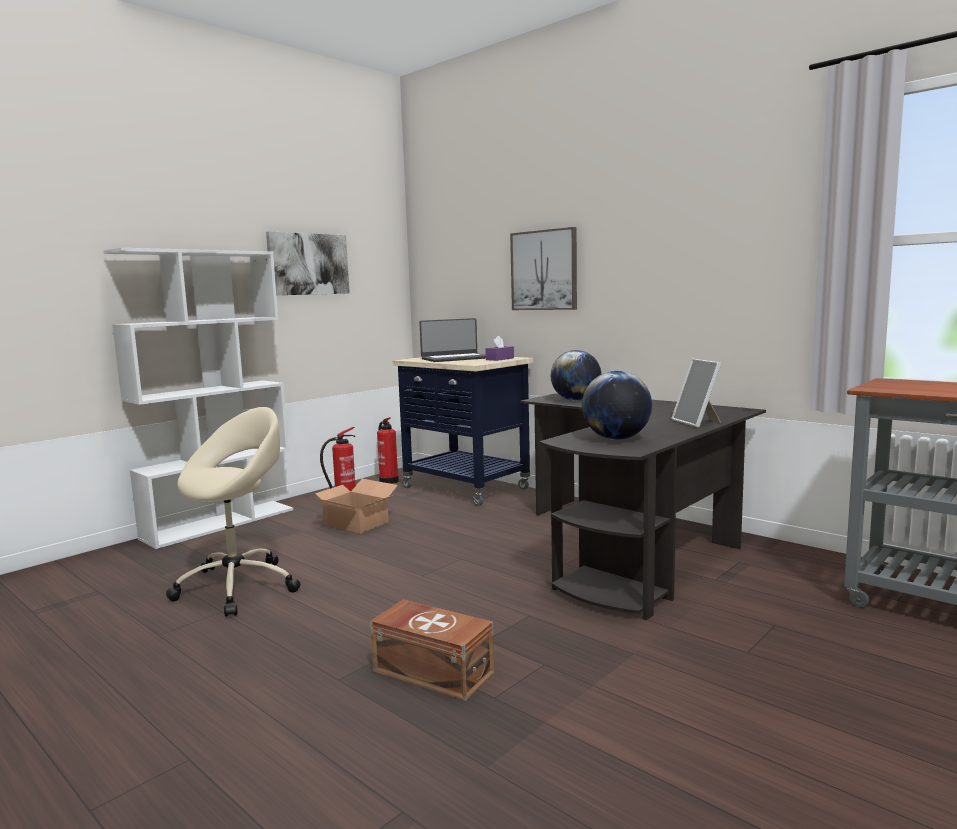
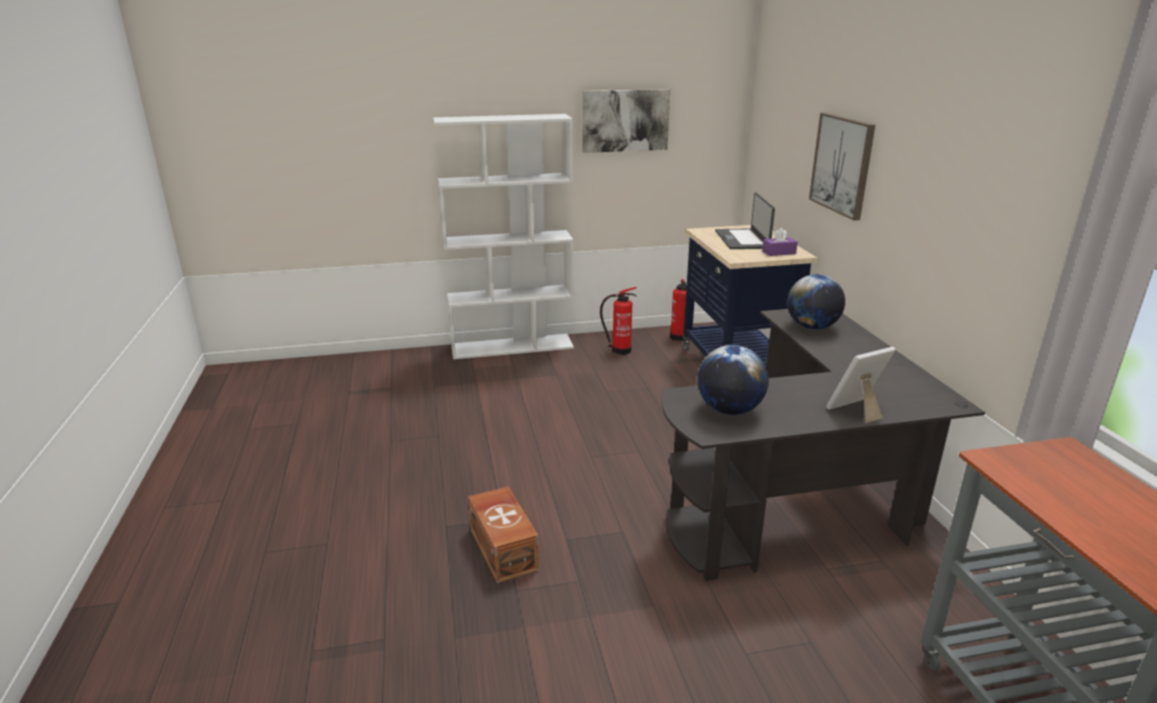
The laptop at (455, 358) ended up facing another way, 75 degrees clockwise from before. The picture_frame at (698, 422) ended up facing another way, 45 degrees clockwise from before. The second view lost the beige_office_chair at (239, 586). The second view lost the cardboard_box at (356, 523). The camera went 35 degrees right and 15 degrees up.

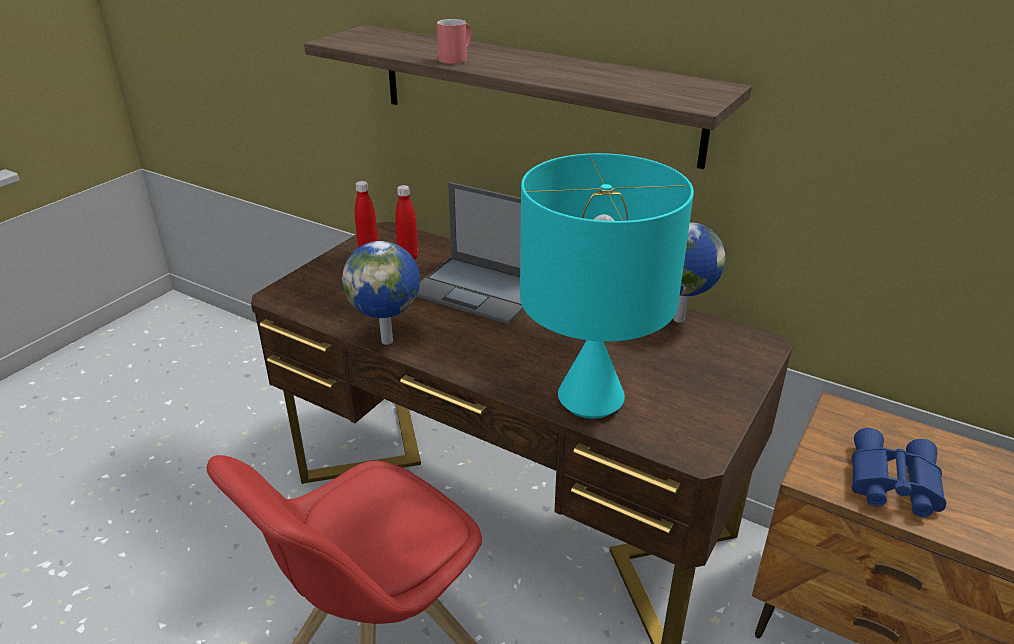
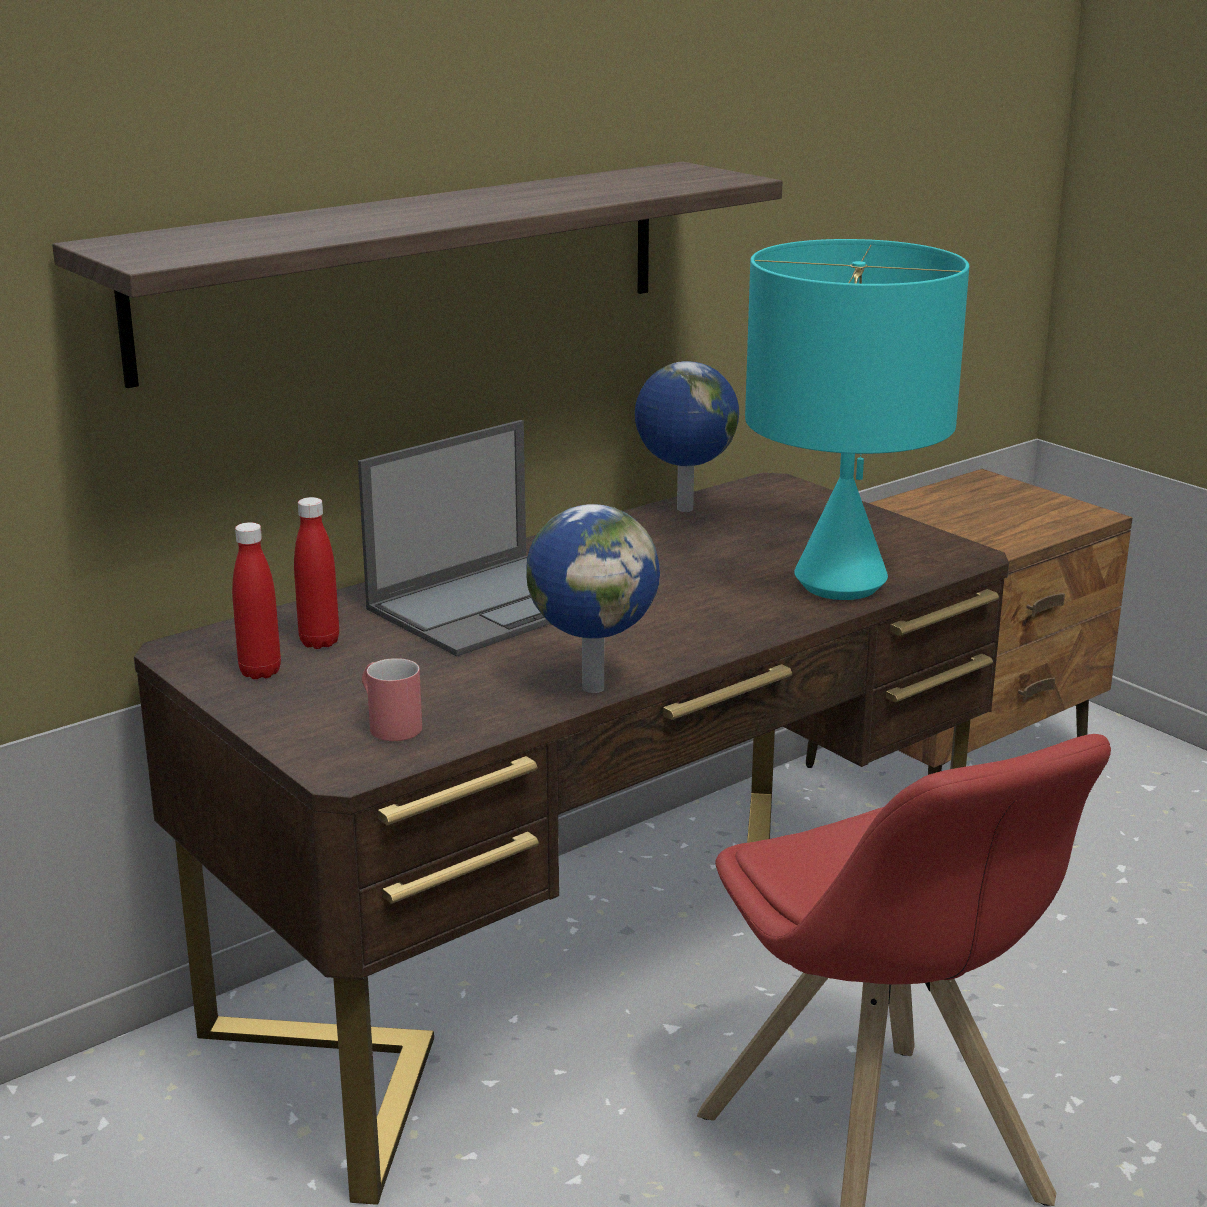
The red_mug ended up elsewhere, having gone from (457, 58) to (389, 724). The second view lost the blue_binoculars at (891, 483). The camera went 70 degrees left and 10 degrees down.

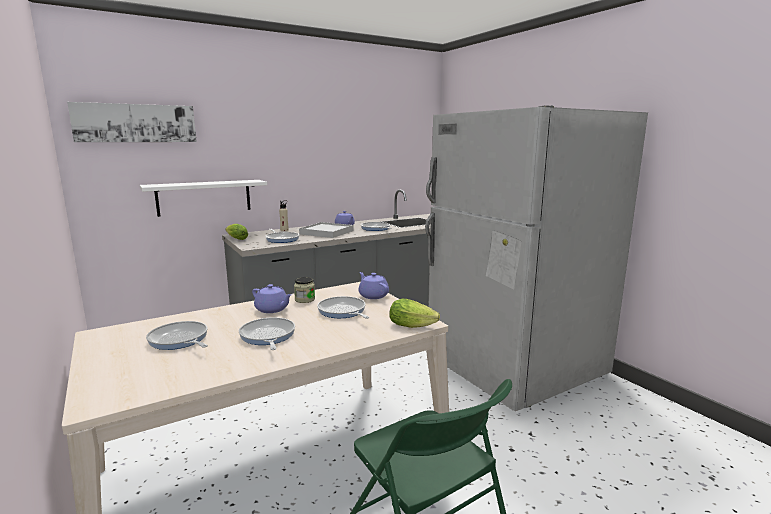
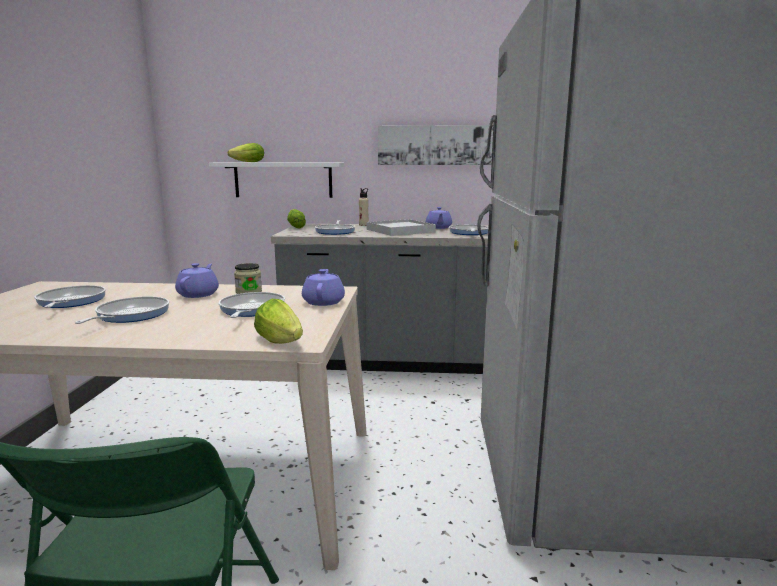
The picture ended up elsewhere, having gone from (136, 123) to (434, 145). The purple_teapot at (272, 309) ended up facing another way, 150 degrees counterclockwise from before. The second view gained the lettuce at (246, 162). The camera went 35 degrees right and 0 degrees up.

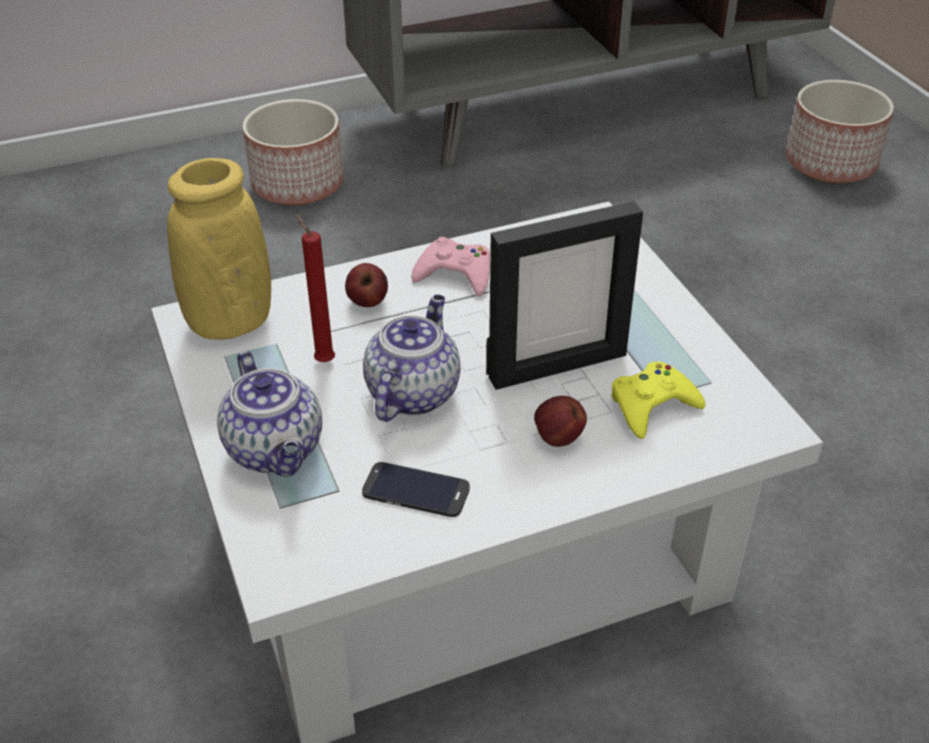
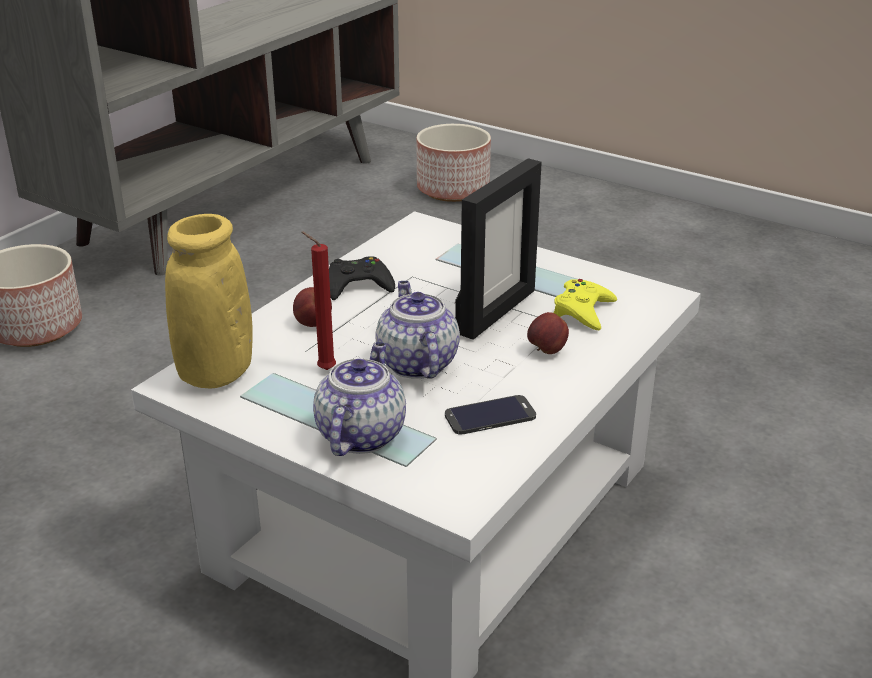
What was the pink_game_controller at (455, 274) turned into the black_game_controller at (358, 285). The teapot at (276, 451) ended up facing another way, 105 degrees counterclockwise from before. The camera went 35 degrees left and 10 degrees down.

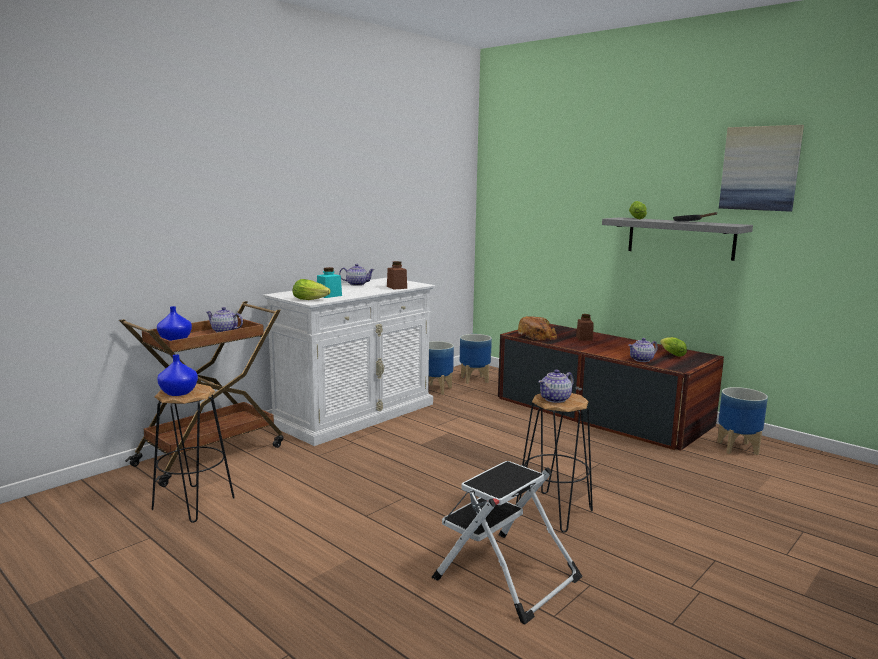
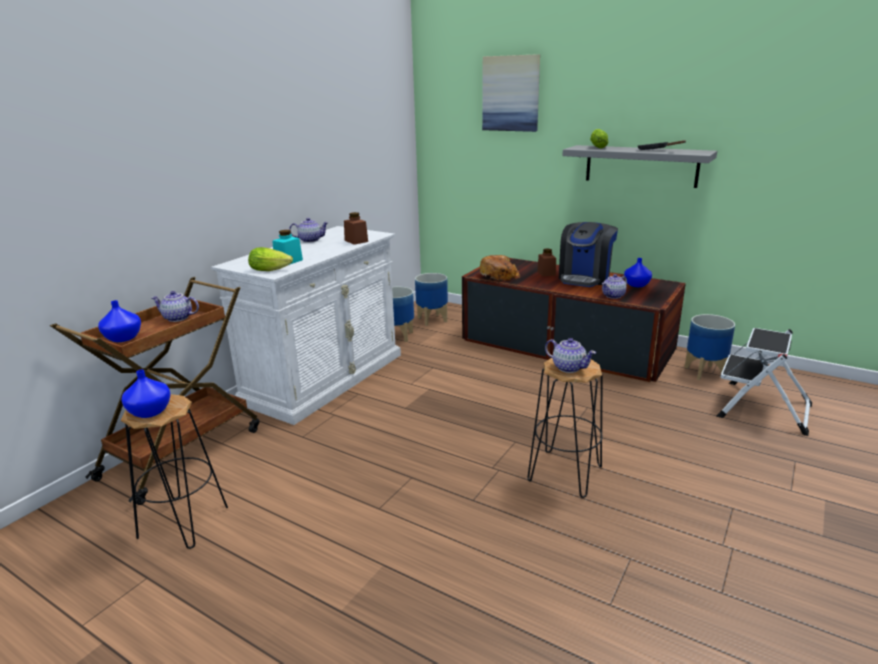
The picture ended up elsewhere, having gone from (760, 168) to (511, 93). Where the lettuce stood at (671, 354), the blue_vase came to stand at (636, 285). The teapot at (555, 399) ended up facing another way, 90 degrees counterclockwise from before. The step_ladder ended up elsewhere, having gone from (506, 574) to (762, 407). The second view gained the coffee_machine at (585, 278). The camera went 10 degrees left and 10 degrees up.

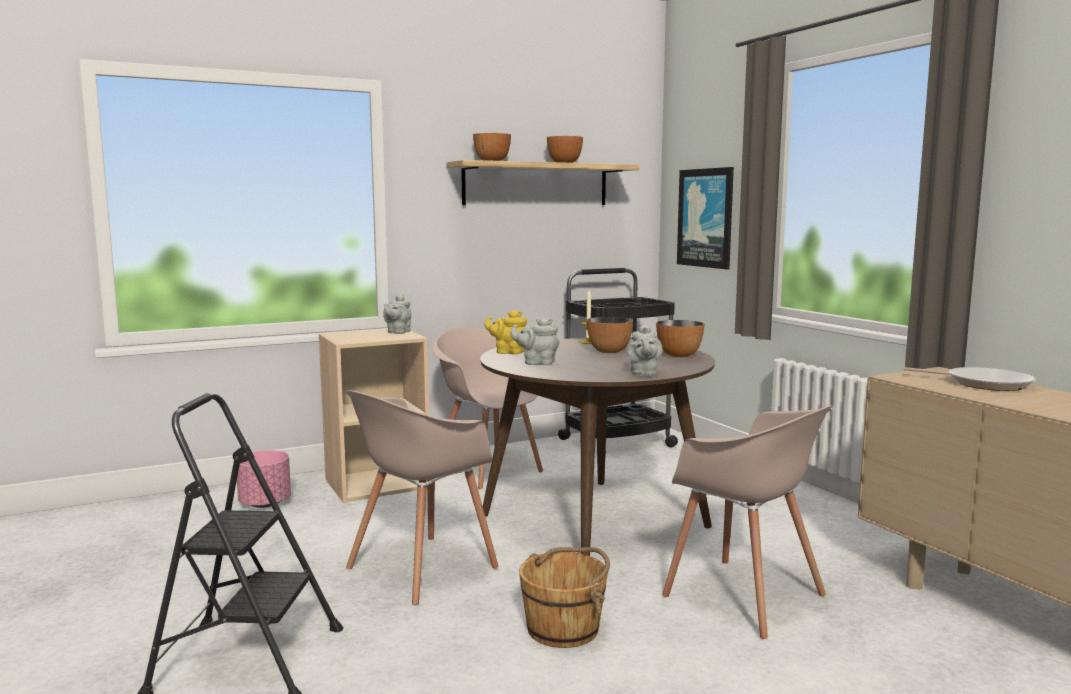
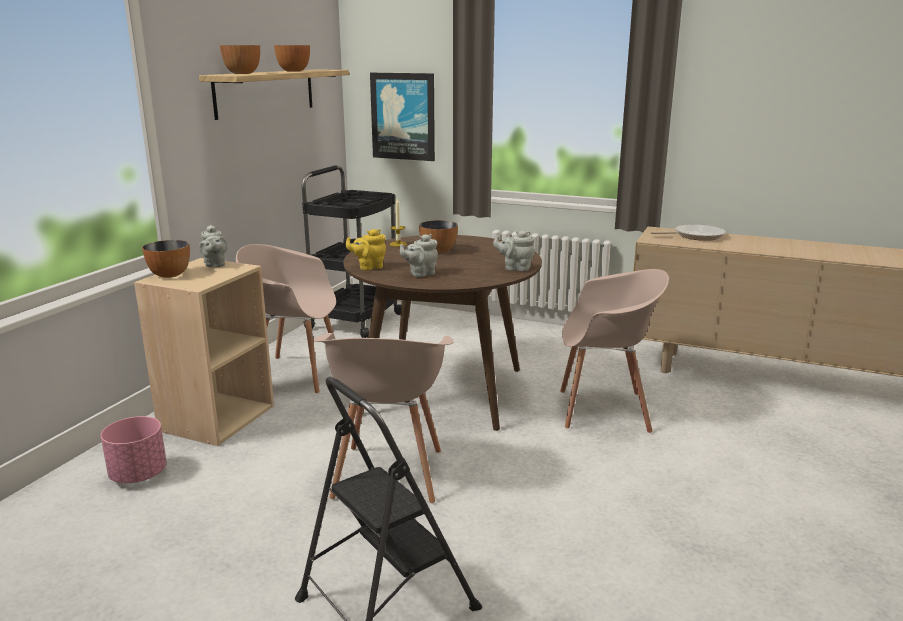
The bowl ended up elsewhere, having gone from (678, 355) to (169, 275). The grey_teapot at (643, 374) ended up facing another way, 135 degrees clockwise from before. The second view lost the brown_bucket at (564, 628). The camera went 40 degrees left and 10 degrees up.

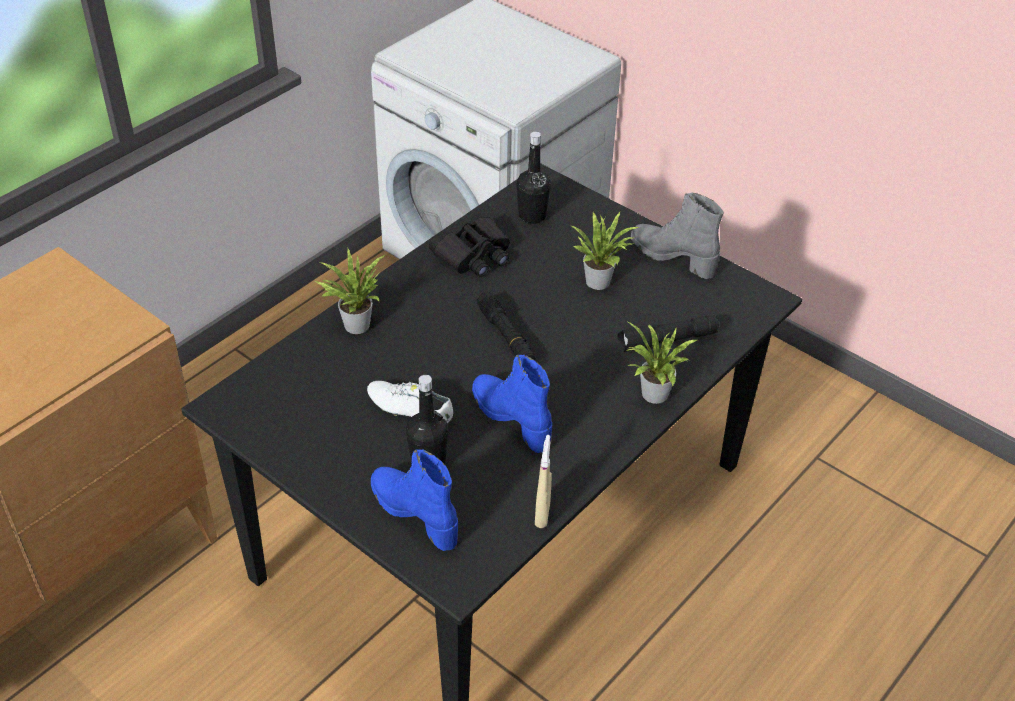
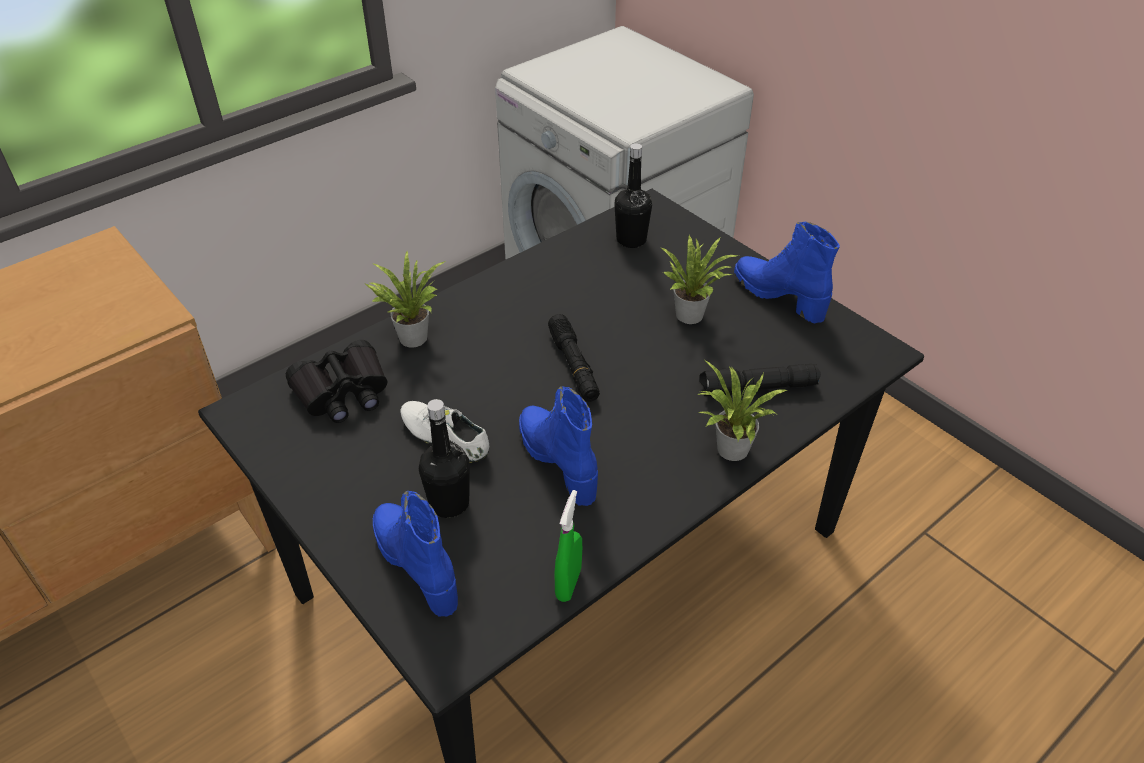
What was the grey_boot at (673, 257) turned into the blue_boot at (779, 296). The black_binoculars ended up elsewhere, having gone from (473, 255) to (342, 392). What was the beige_spray_bottle at (542, 514) turned into the green_spray_bottle at (568, 583). The camera went 10 degrees right and 0 degrees up.

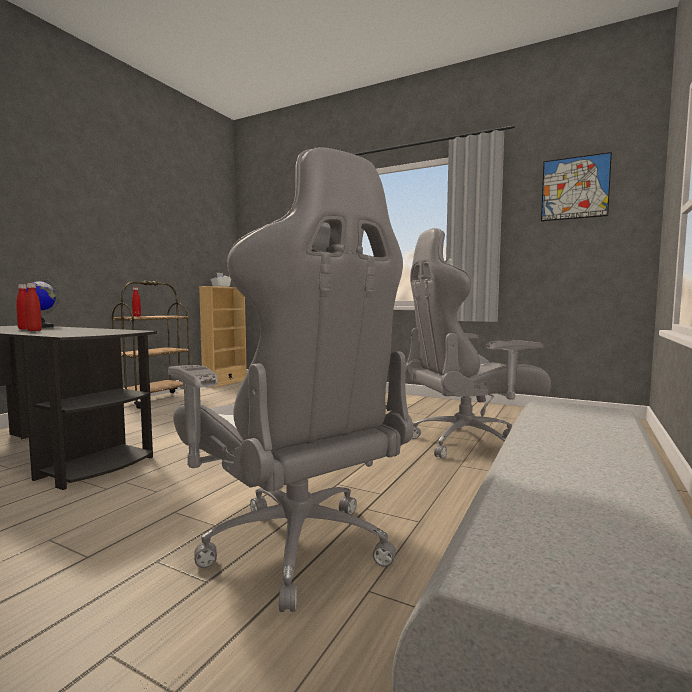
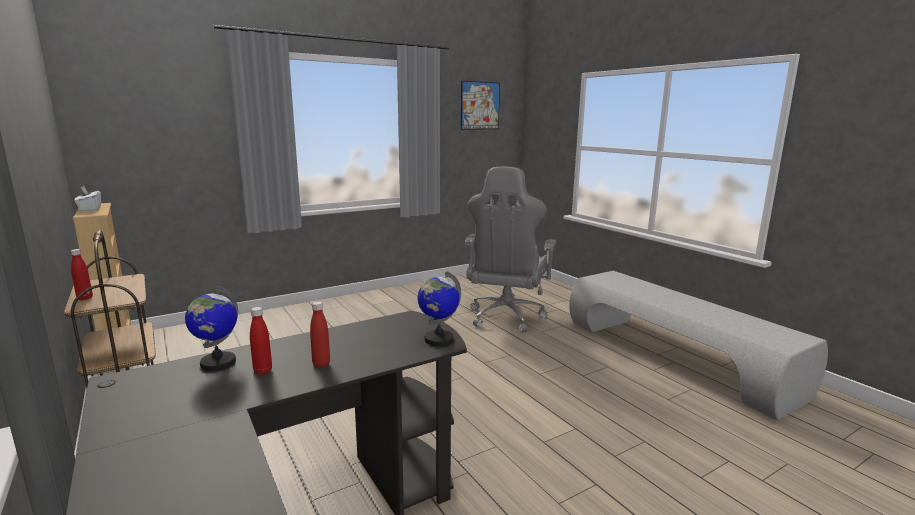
The second view lost the grey_office_chair at (291, 542). The second view gained the globe at (438, 339). The camera went 60 degrees left and 10 degrees up.

